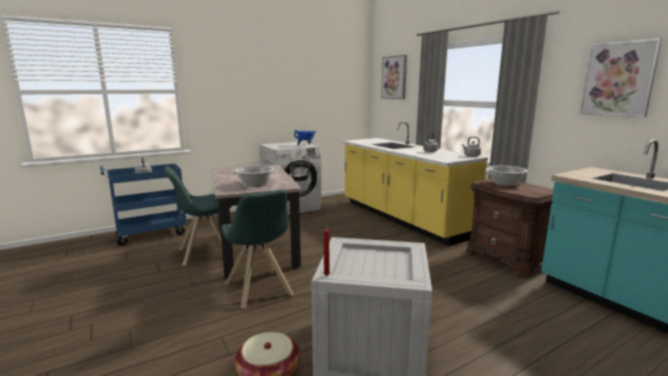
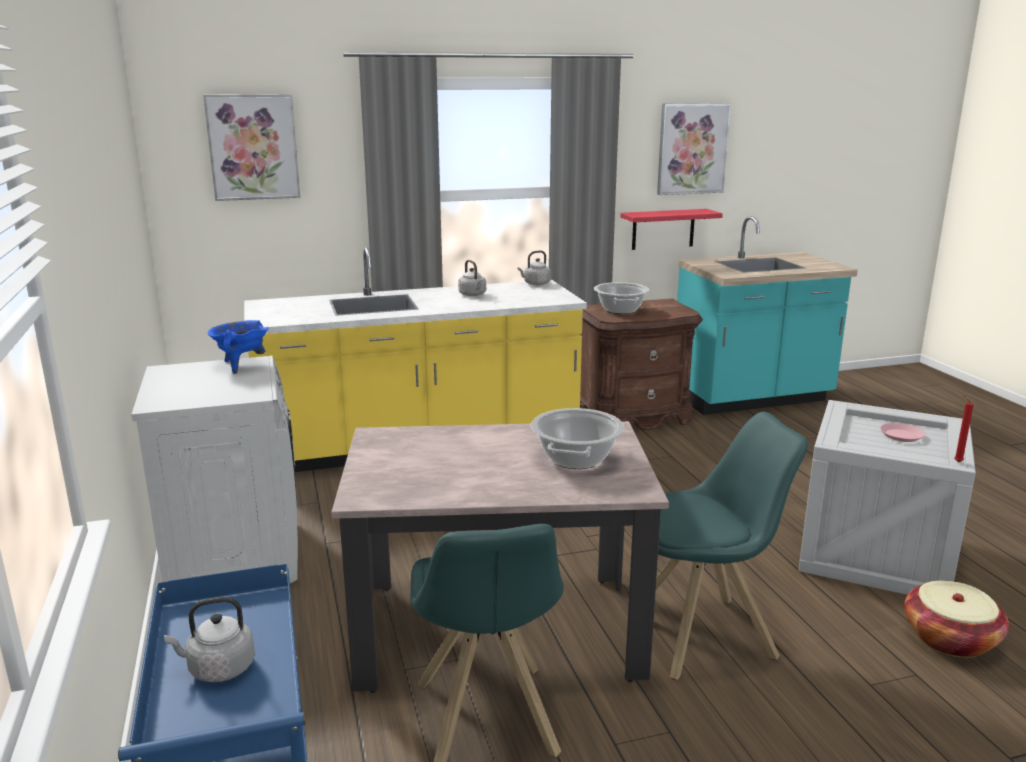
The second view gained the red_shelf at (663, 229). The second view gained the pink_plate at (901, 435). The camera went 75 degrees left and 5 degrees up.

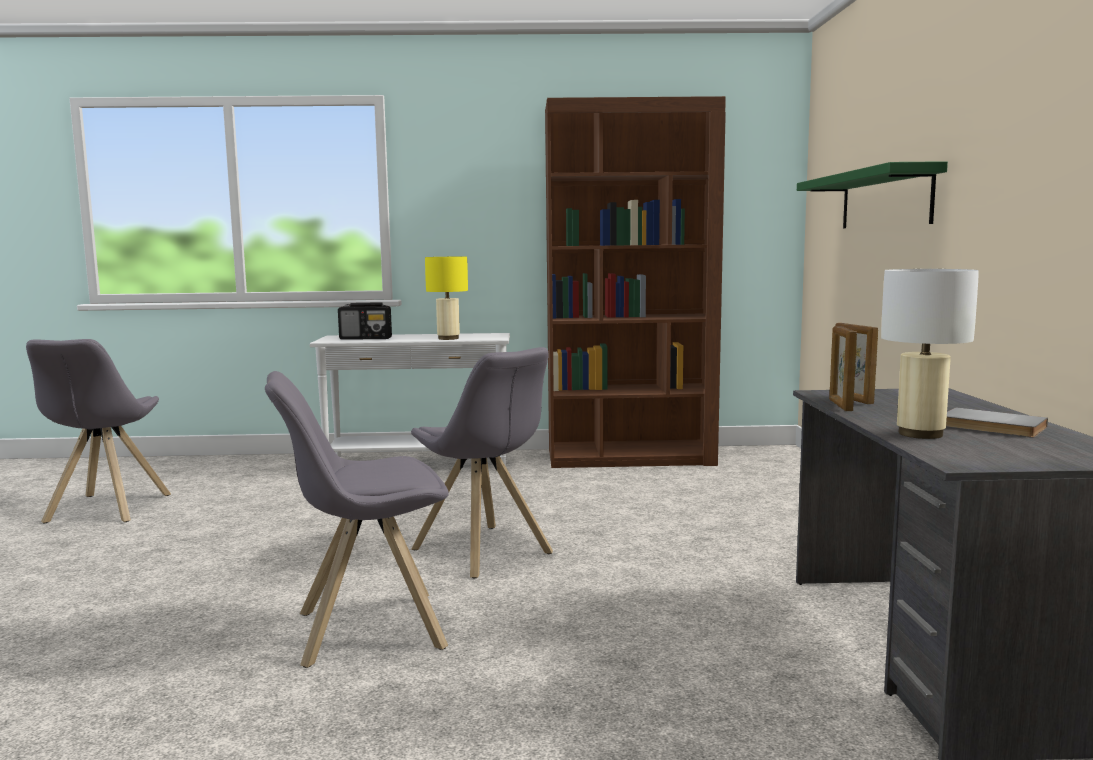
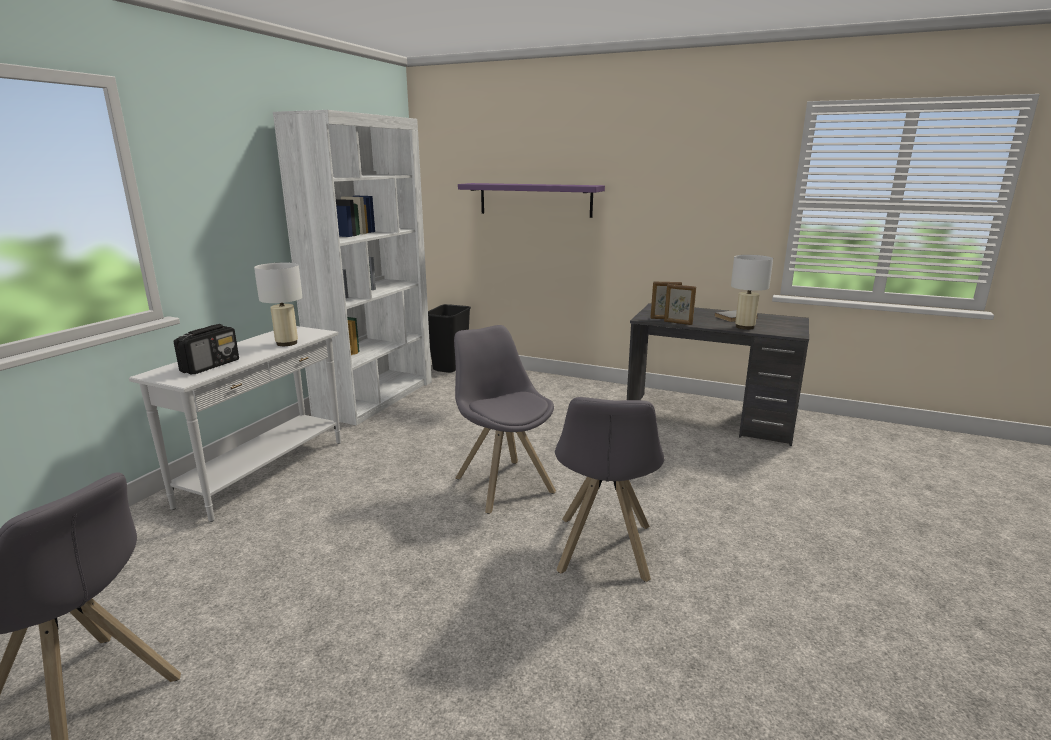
What was the brown_bookcase at (631, 458) turned into the white_bookcase at (376, 397). What was the green_shelf at (884, 200) turned into the purple_shelf at (535, 199). What was the yellow_table_lamp at (448, 338) turned into the white_table_lamp at (286, 343). The grey_chair at (483, 551) ended up facing another way, 105 degrees counterclockwise from before. The second view gained the black_trash_can at (449, 367). The camera went 65 degrees left and 10 degrees up.

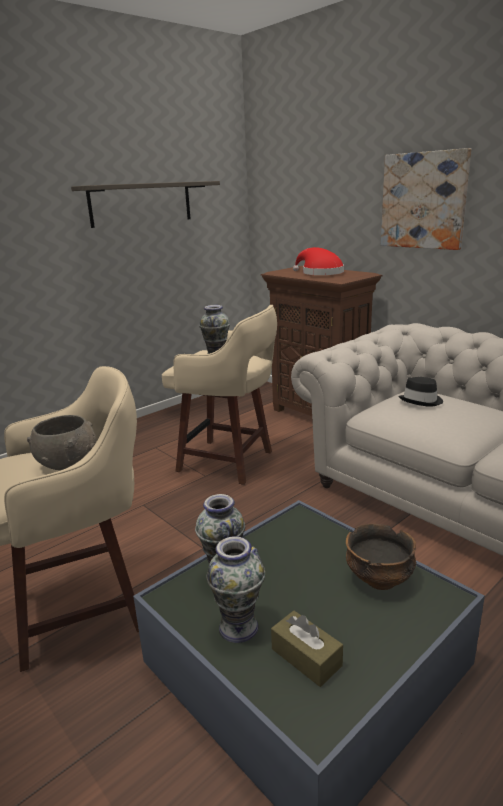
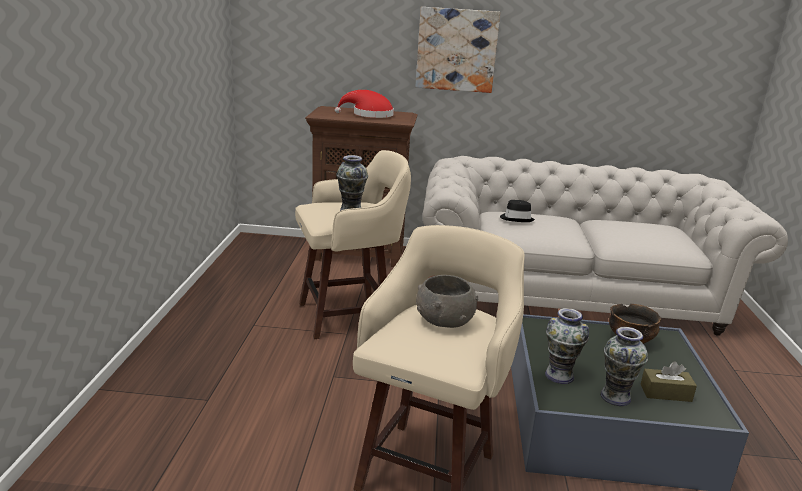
The second view lost the shelf at (141, 204). The camera went 45 degrees left and 0 degrees up.

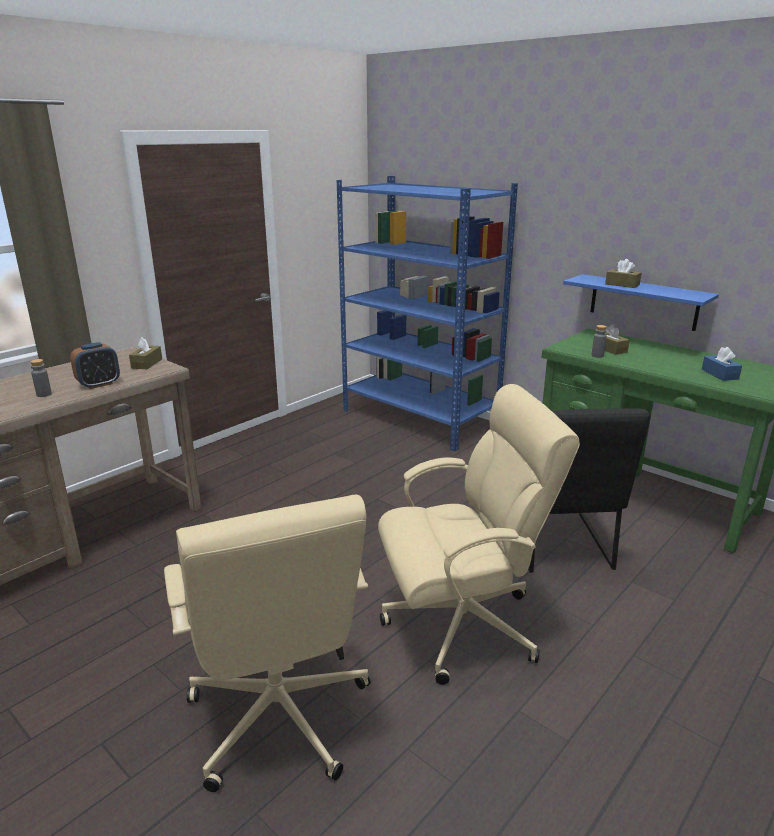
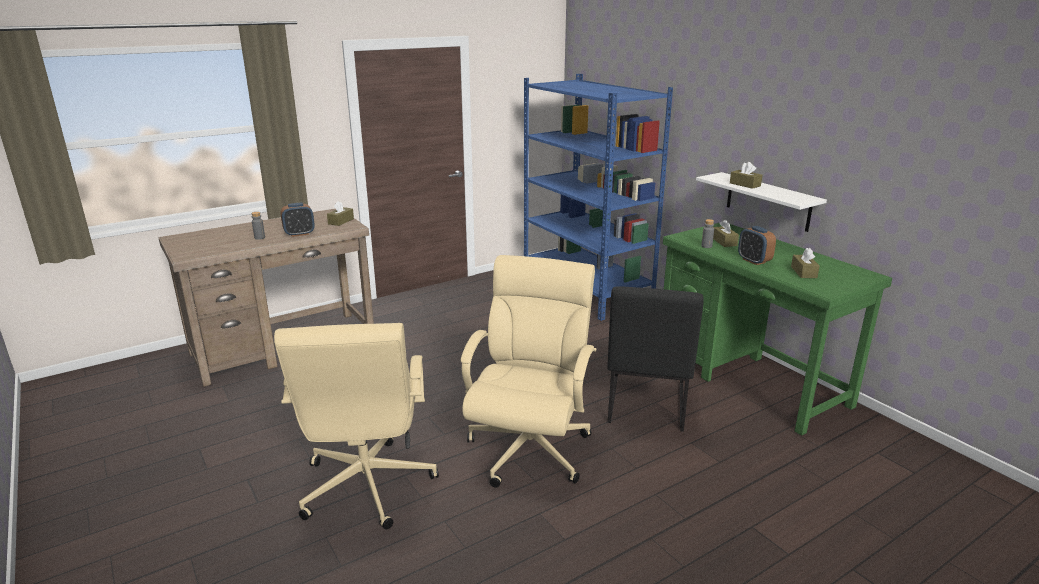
What was the blue_shelf at (643, 302) turned into the white_shelf at (768, 201). What was the blue_tissue_box at (719, 374) turned into the brown_tissue_box at (803, 272). The beige_office_chair at (461, 625) ended up facing another way, 75 degrees counterclockwise from before. The second view gained the alarm_clock at (754, 261). The camera went 15 degrees right and 0 degrees up.

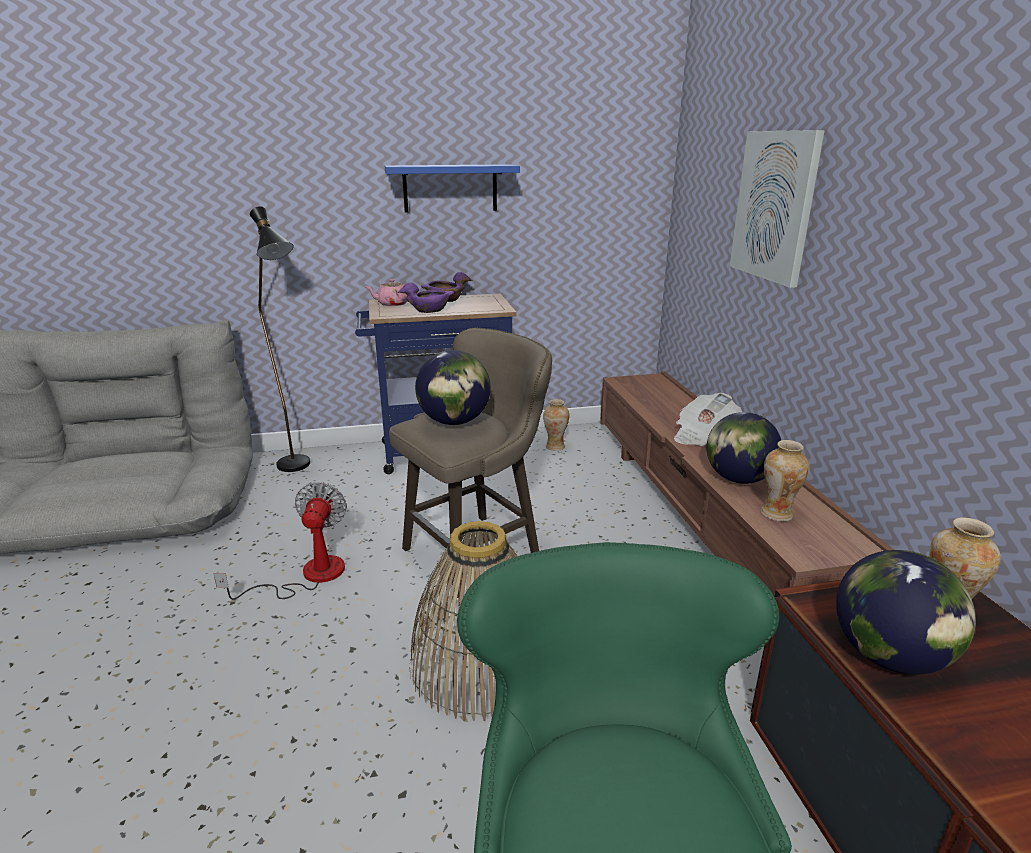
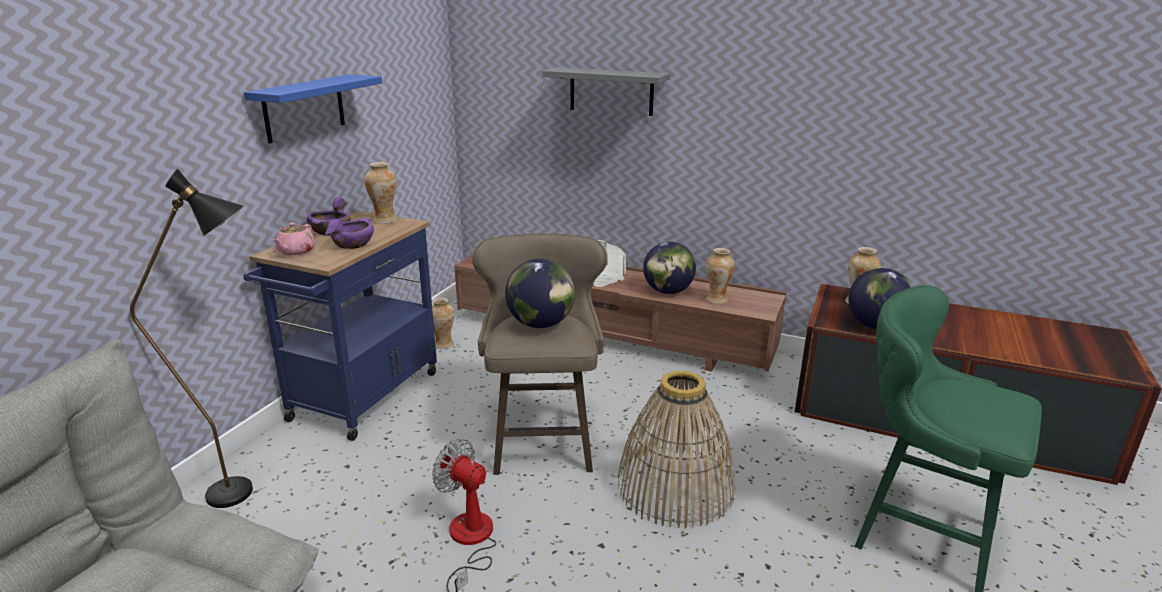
Where the picture hung at (775, 206), the grey_shelf came to hang at (611, 91). The second view gained the vase at (384, 220). The camera went 55 degrees left and 0 degrees up.

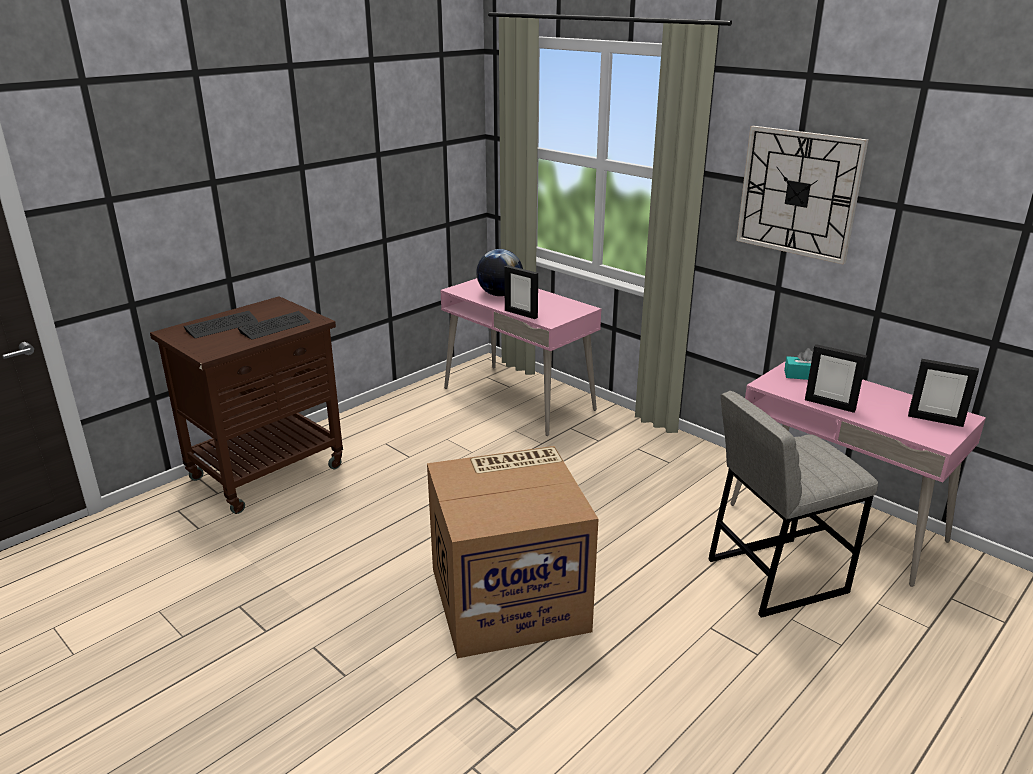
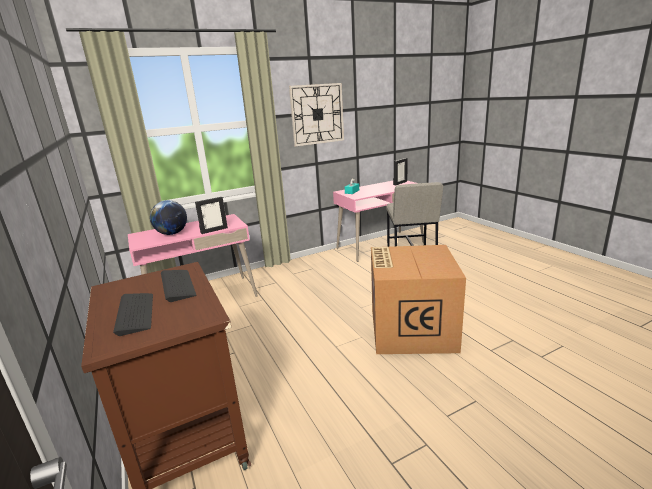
The second view lost the picture_frame at (830, 404). The camera went 70 degrees left and 5 degrees down.

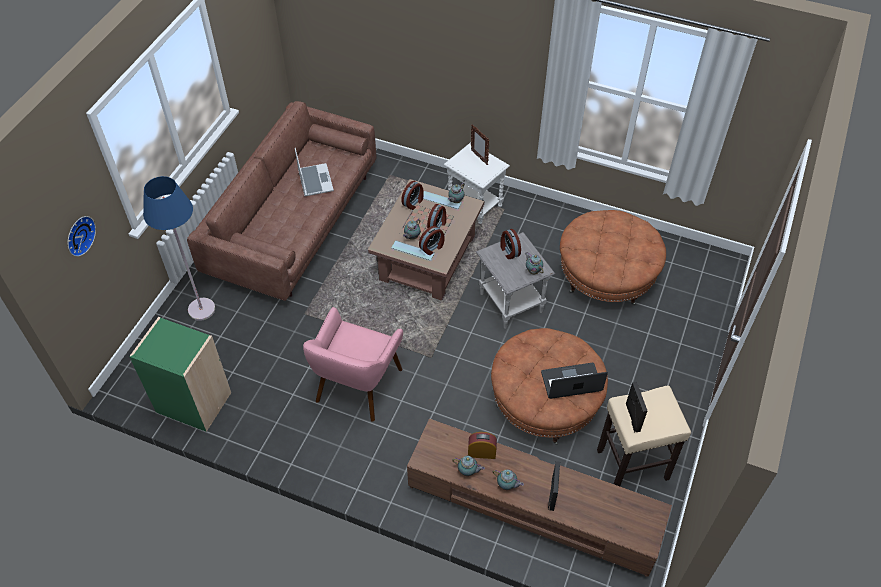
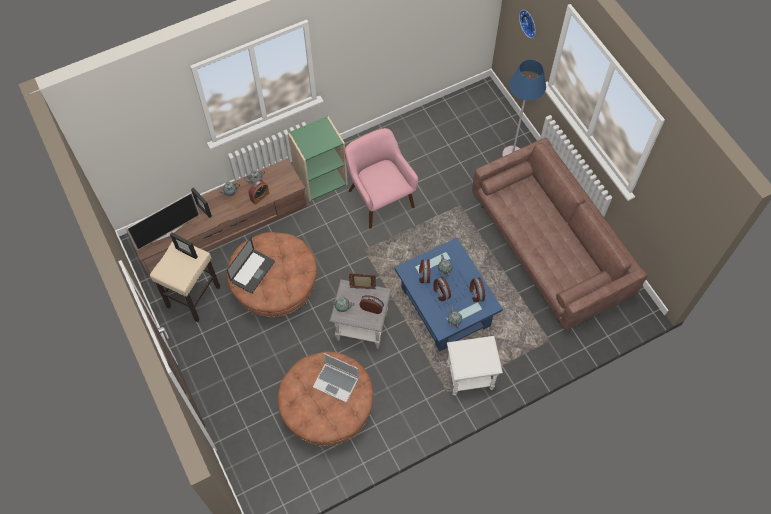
The picture_frame ended up elsewhere, having gone from (479, 157) to (363, 288). The laptop ended up elsewhere, having gone from (314, 180) to (336, 382). What was the brown_coffee_table at (427, 257) turned into the blue_coffee_table at (445, 306). The green_bookcase ended up elsewhere, having gone from (192, 402) to (321, 179). The second view gained the television at (168, 233). The camera went 130 degrees right and 10 degrees up.

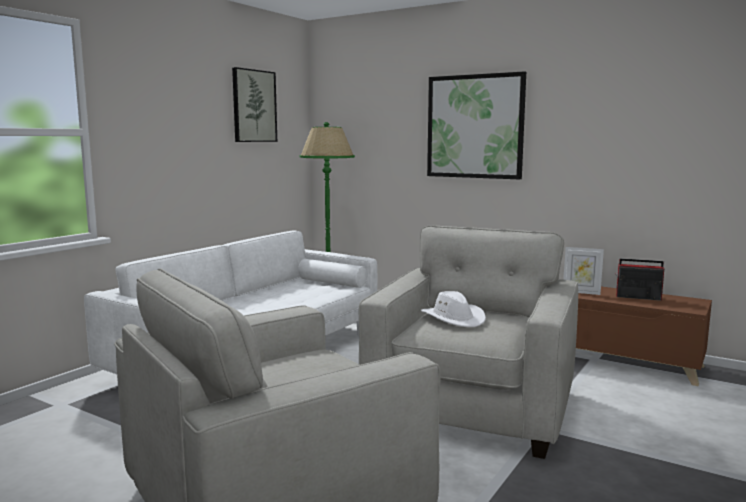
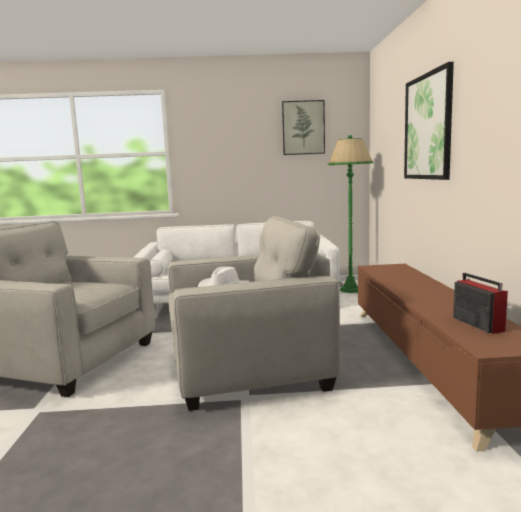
The second view lost the picture_frame at (581, 292). The camera went 55 degrees right and 0 degrees up.

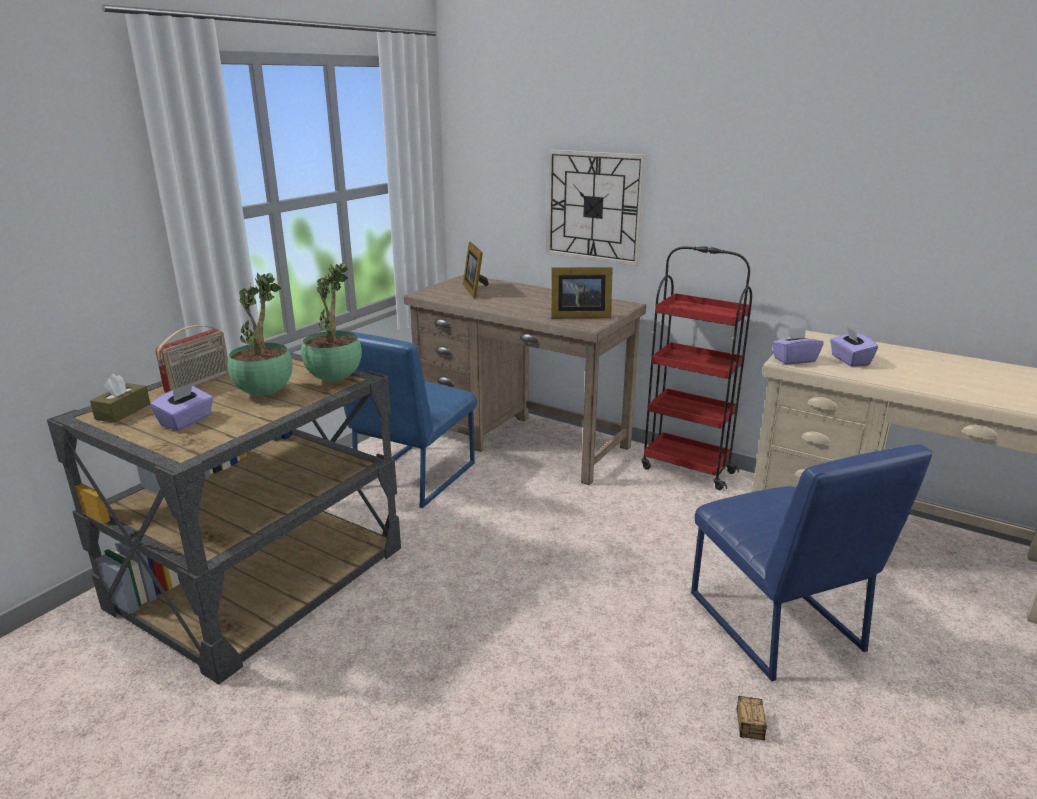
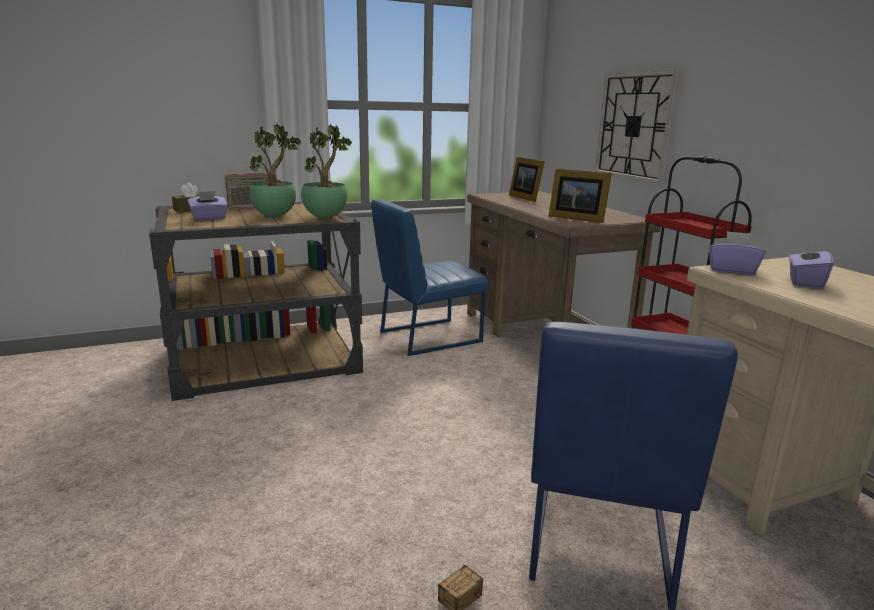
The picture_frame at (475, 290) ended up facing another way, 45 degrees counterclockwise from before. The camera went 35 degrees right and 5 degrees down.

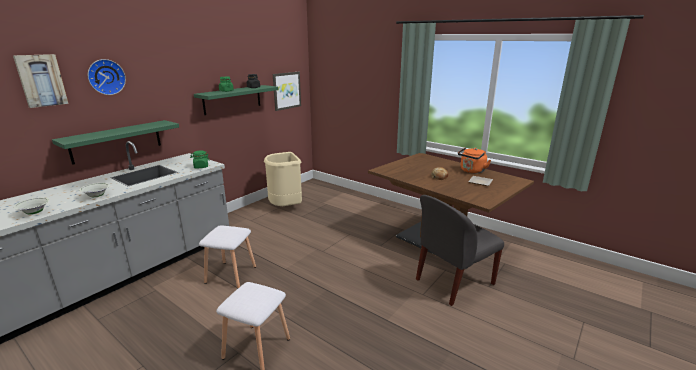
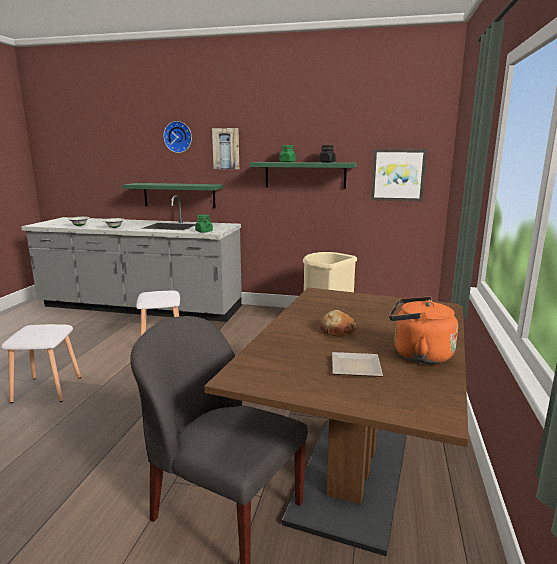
The picture ended up elsewhere, having gone from (41, 80) to (226, 148). The camera went 65 degrees right and 5 degrees down.

